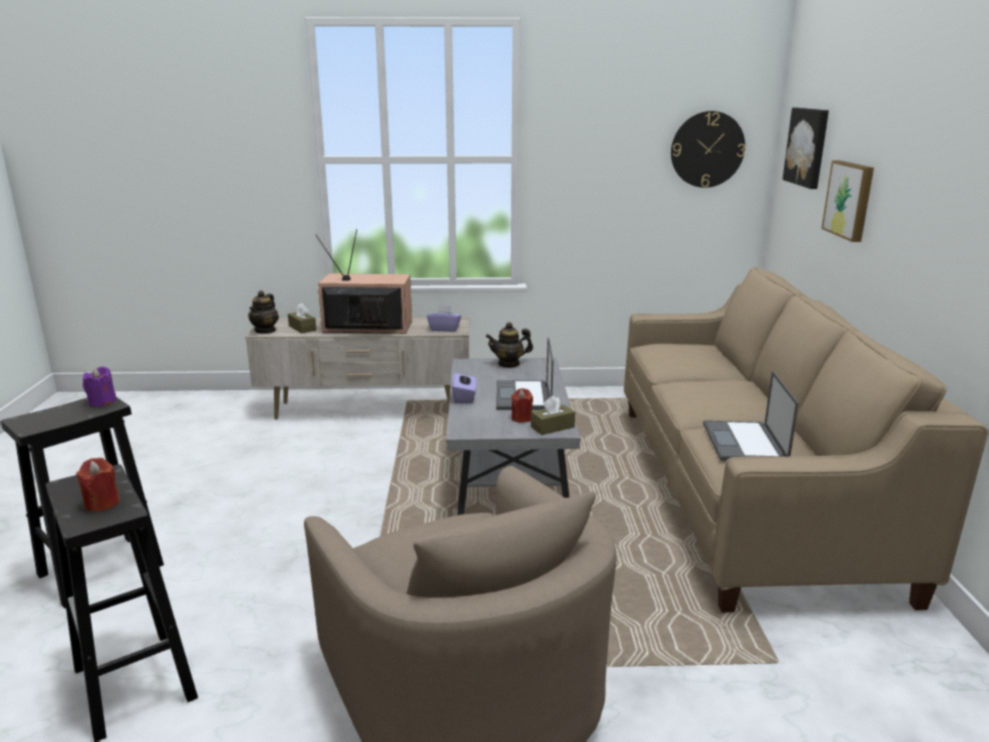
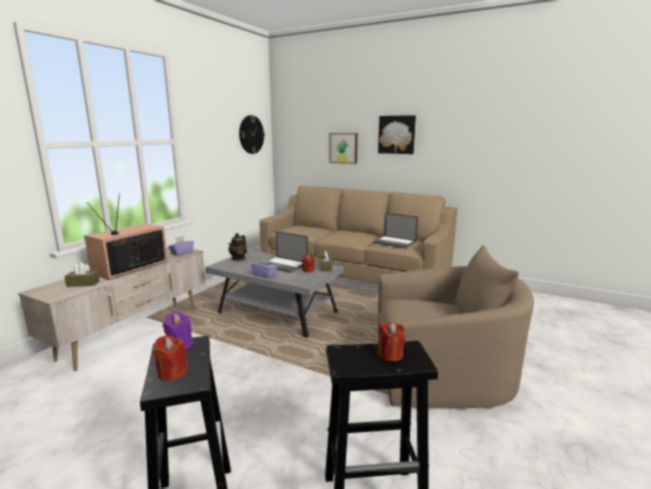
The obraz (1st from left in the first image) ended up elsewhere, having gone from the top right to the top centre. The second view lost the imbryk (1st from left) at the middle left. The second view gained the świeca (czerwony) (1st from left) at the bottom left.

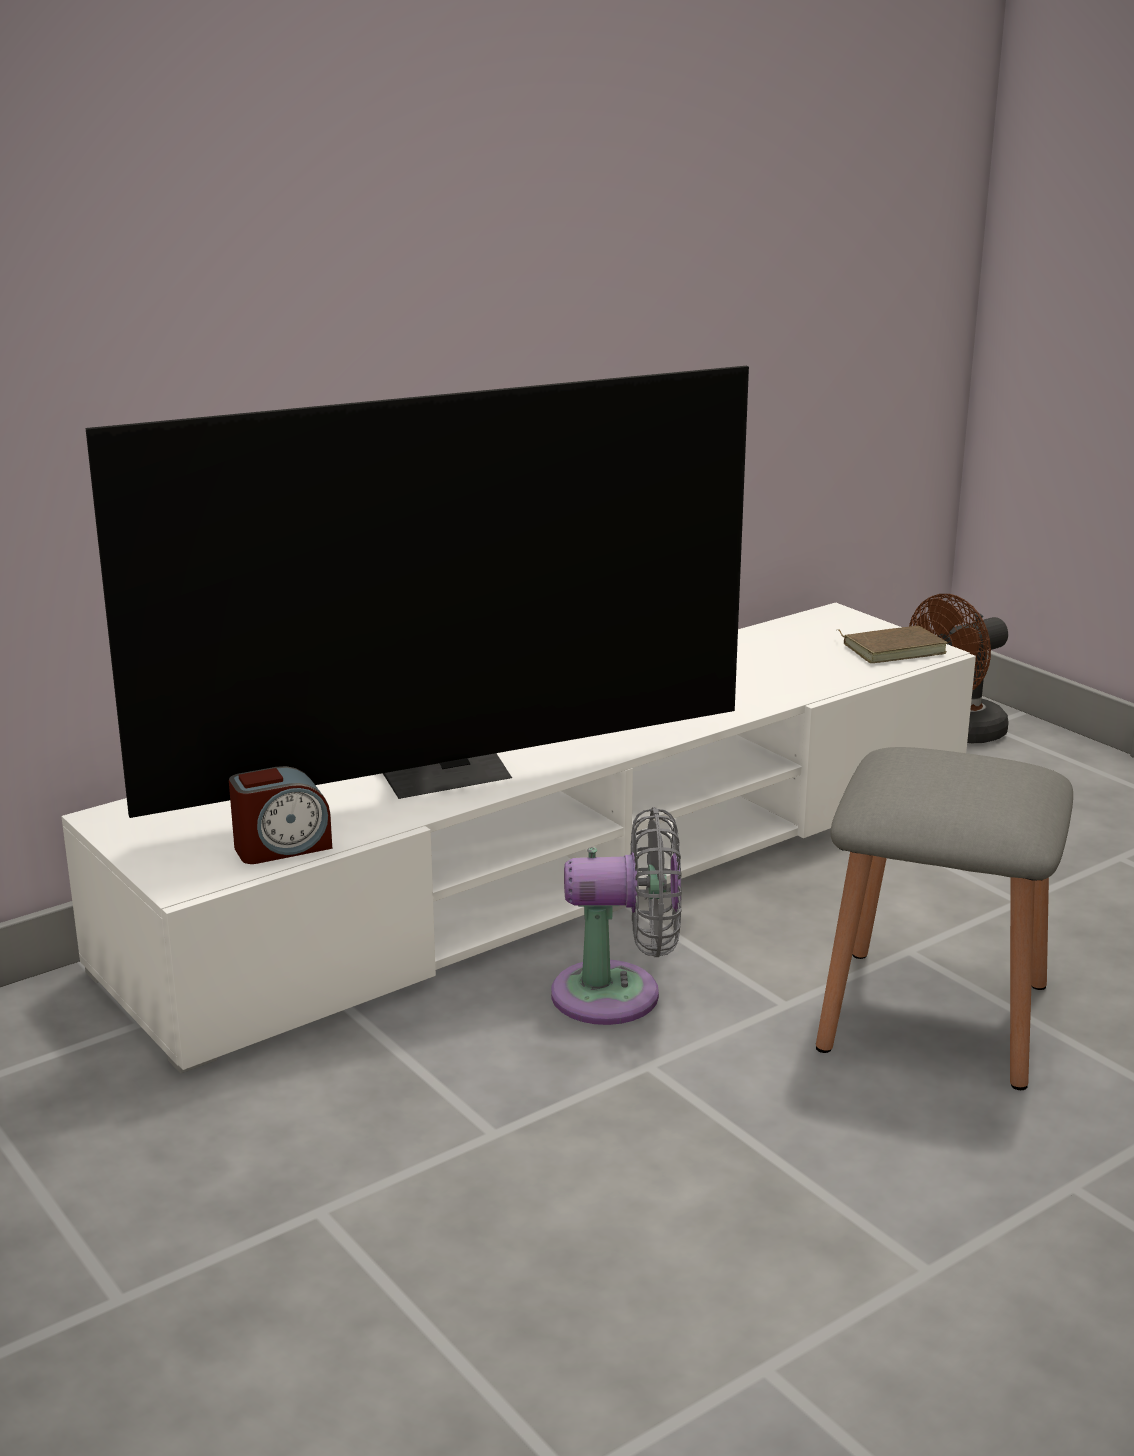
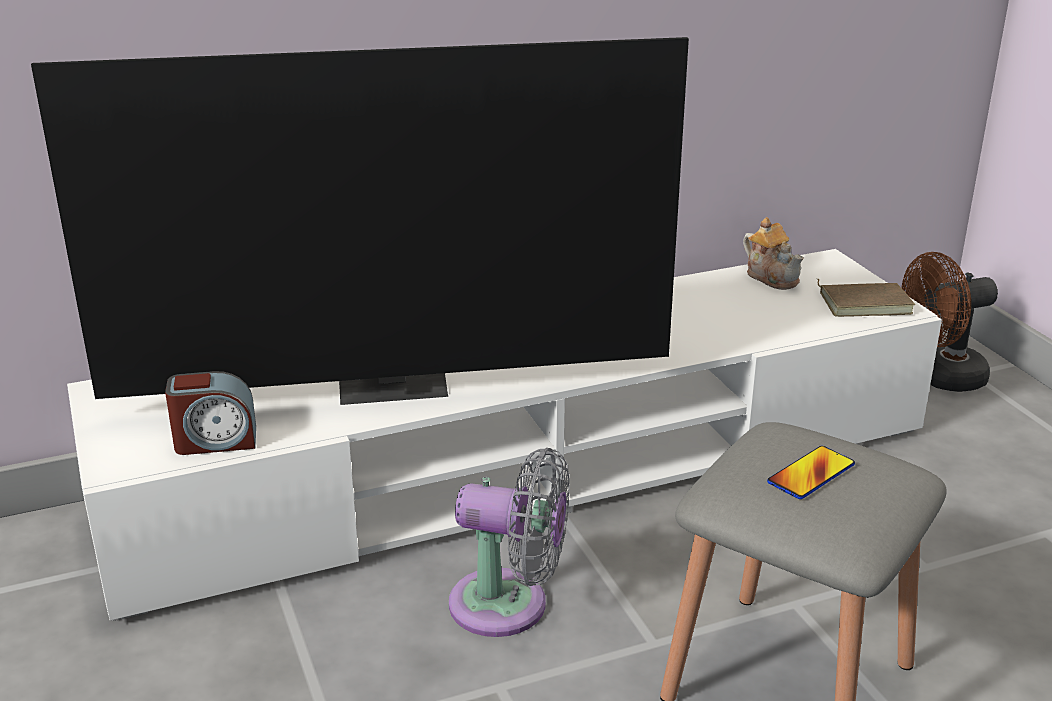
The second view gained the imbryk at the middle right. The second view gained the telefon at the bottom right.

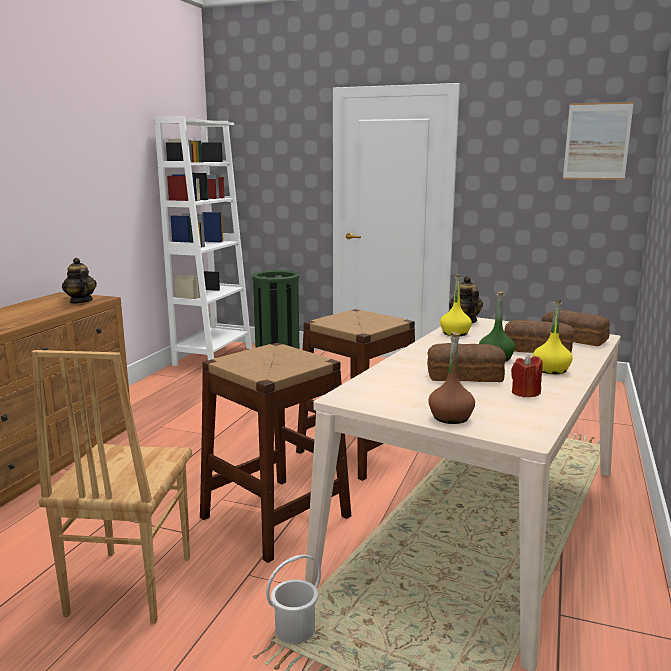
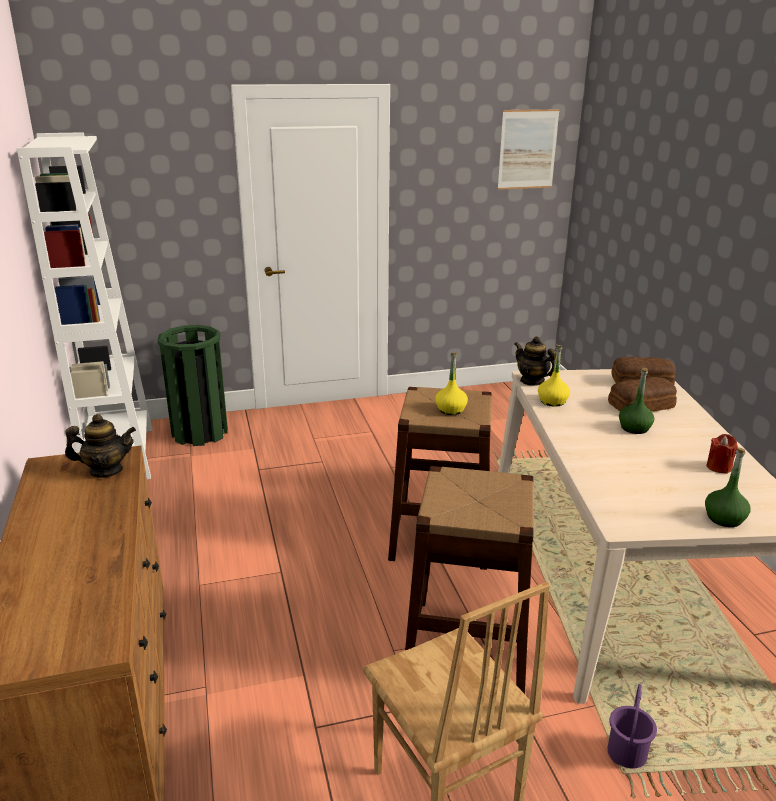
The imbryk (1st from left) at the middle left ended up facing another way, 150 degrees clockwise from before. The butelka (żółty) (2nd from left in the first image) ended up elsewhere, having gone from the middle right to the centre. What was the butelka (brązowy) at the middle right turned into the butelka (zielony) (2nd from left) at the middle right. The second view lost the chleb (1st from left) at the middle right. What was the wiadro (biały) at the bottom centre turned into the wiadro (fioletowy) at the bottom right.

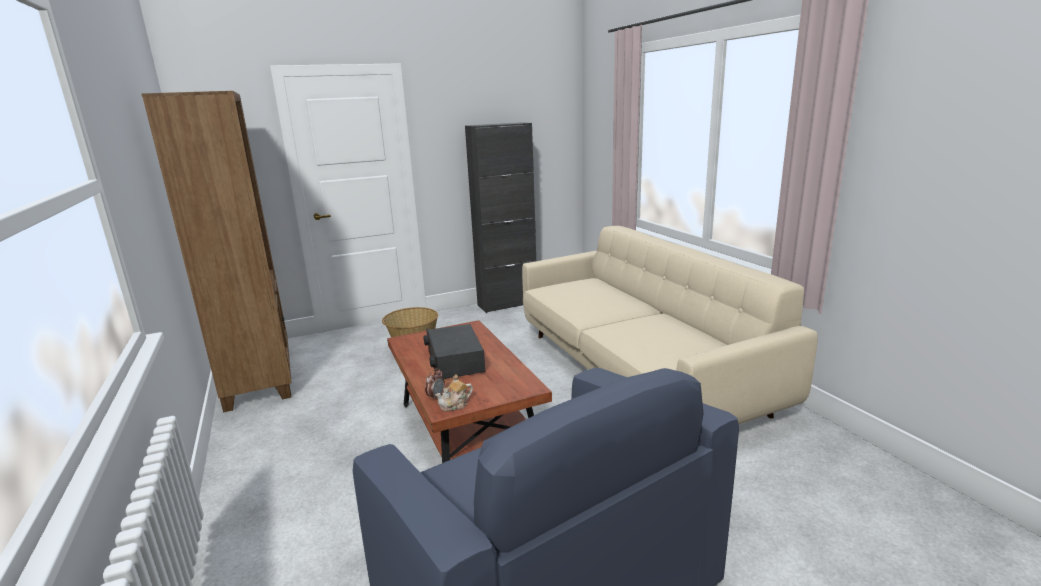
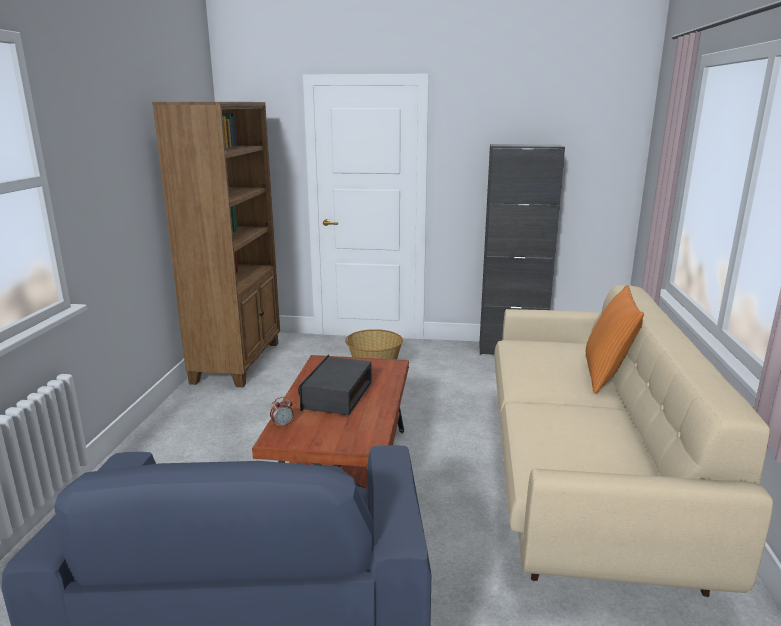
The second view lost the imbryk at the bottom centre. The second view gained the poduszka (pomarańczowy) at the middle right.

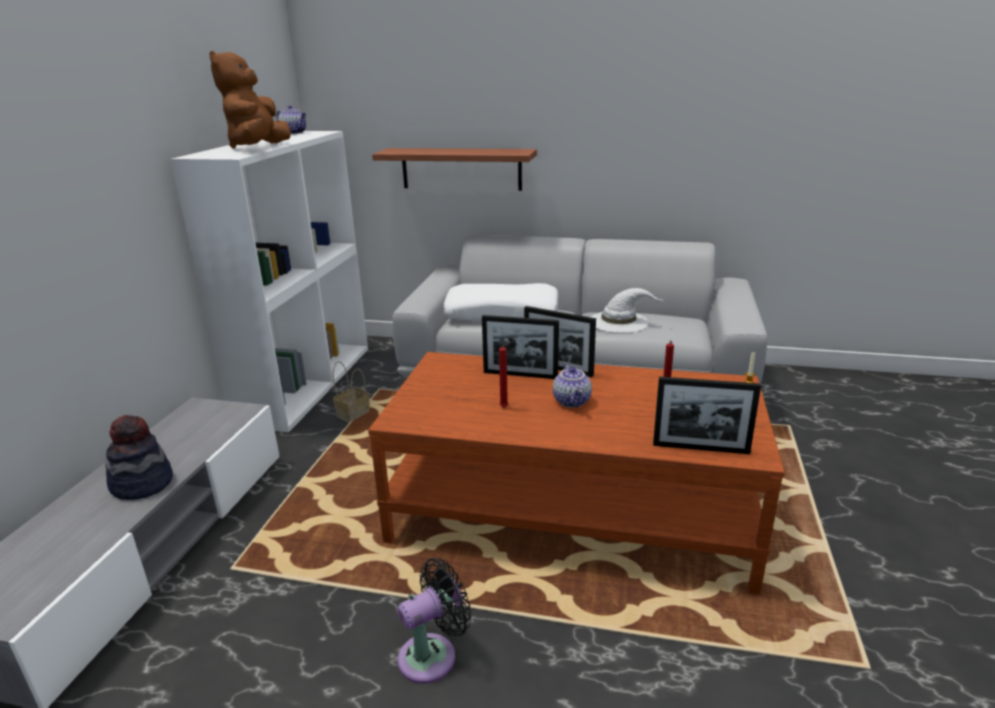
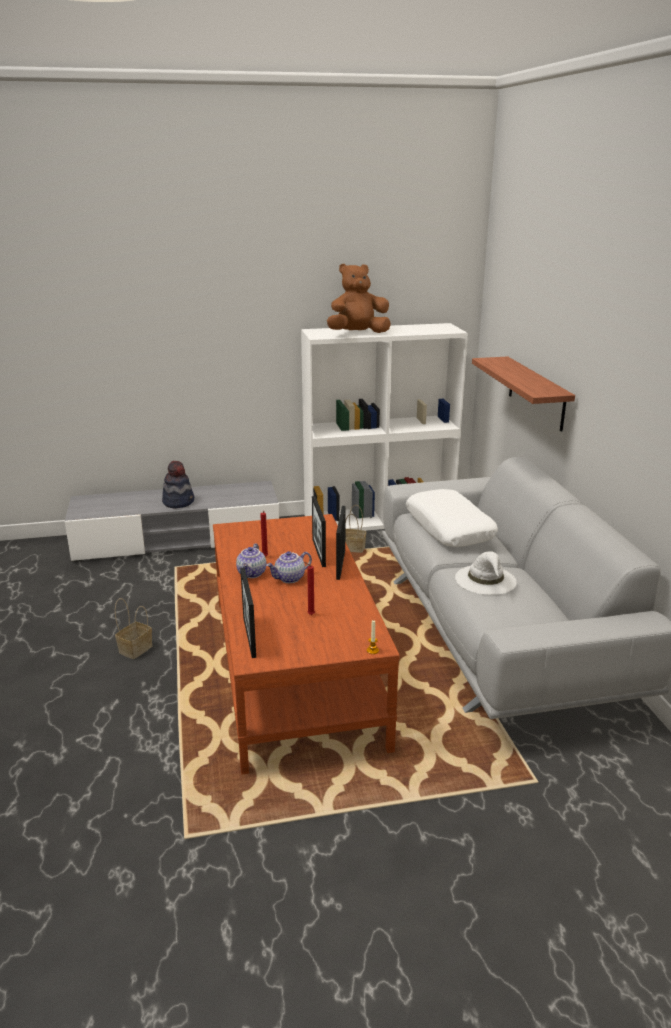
The imbryk (1st from left) ended up elsewhere, having gone from the top left to the centre. Where the wentylator (czarny) stood at the bottom centre, the koszyk (1st from left) came to stand at the middle left.

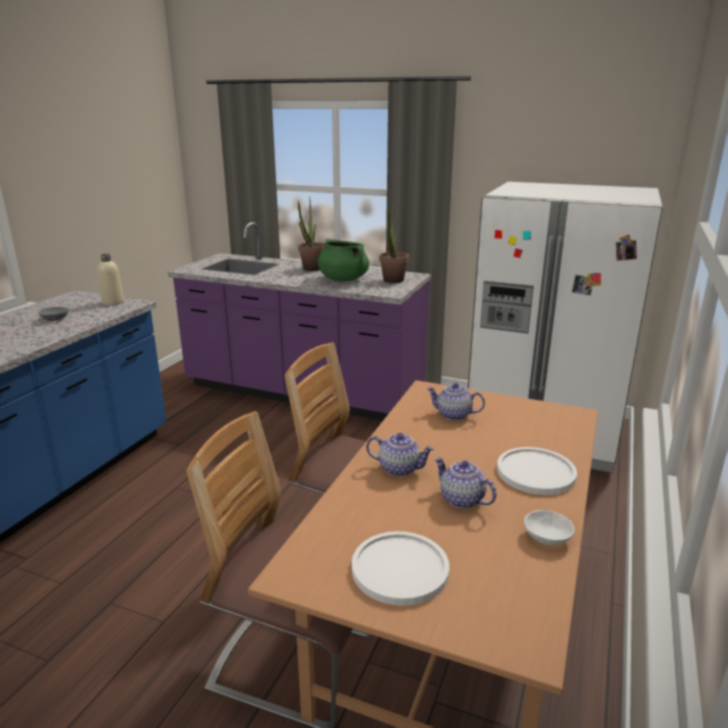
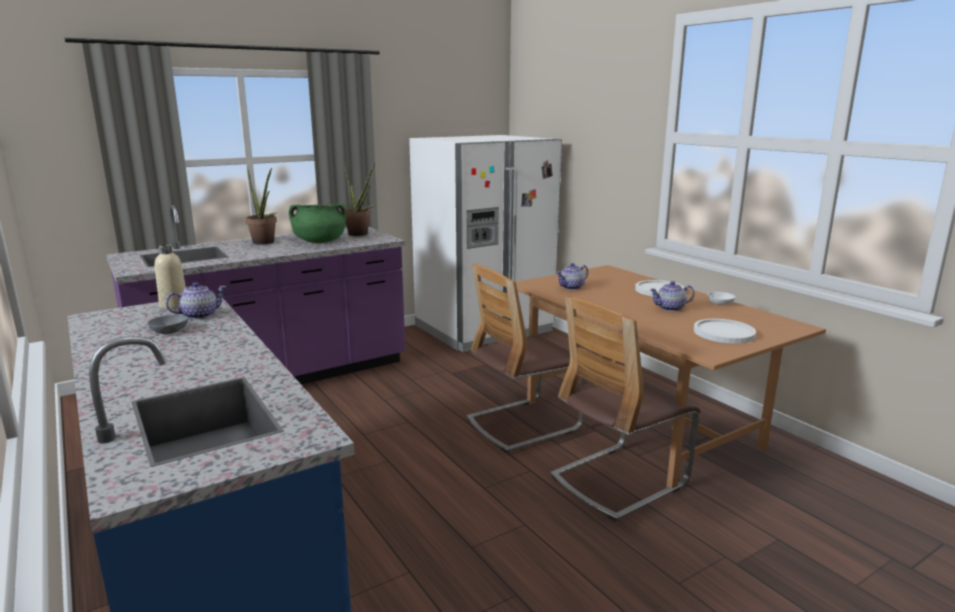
The imbryk (1st from left) ended up elsewhere, having gone from the centre to the middle left.

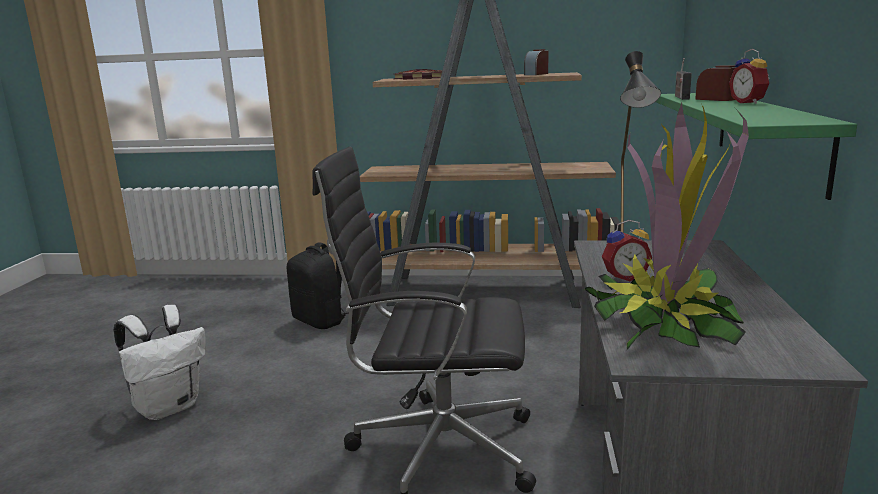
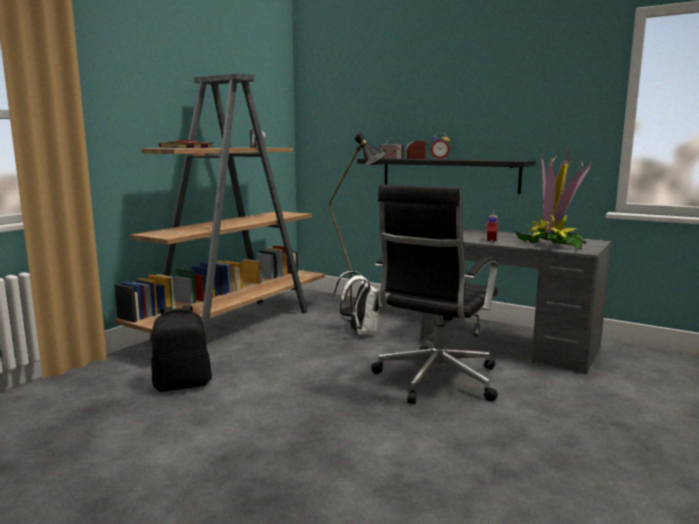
What was the półka (zielony) at the top right turned into the półka (czarny) at the centre. The plecak (biały) ended up elsewhere, having gone from the bottom left to the centre.

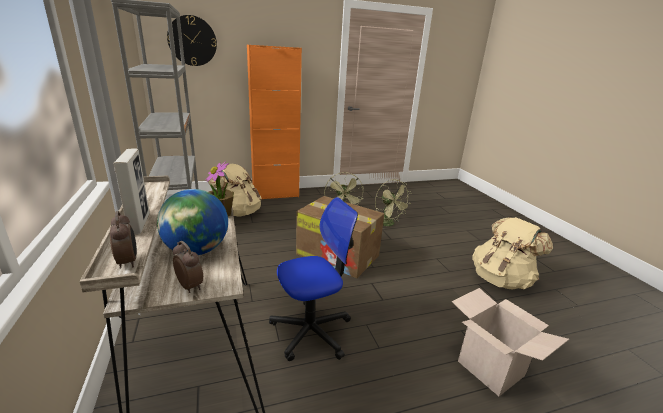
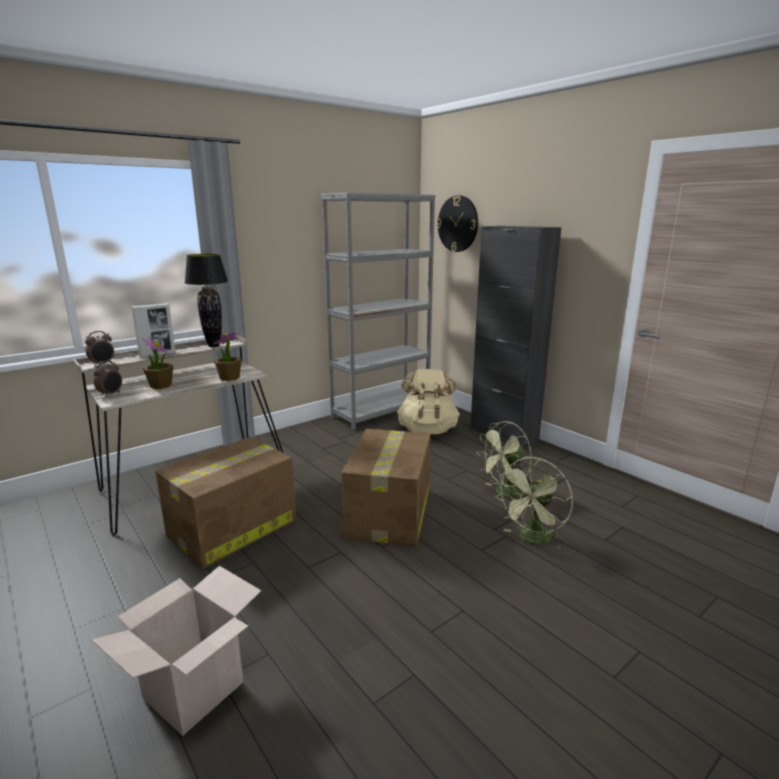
What was the szafka (pomarańczowy) at the top centre turned into the szafka (czarny) at the centre. Where the globus stood at the middle left, the roślina doniczkowa (1st from left) came to stand at the middle left. Where the krzesło biurowe stood at the bottom centre, the karton (2nd from left) came to stand at the middle left. The second view lost the plecak (beżowy) (2nd from left) at the middle right. The second view gained the lampa stołowa (czarny) at the middle left.

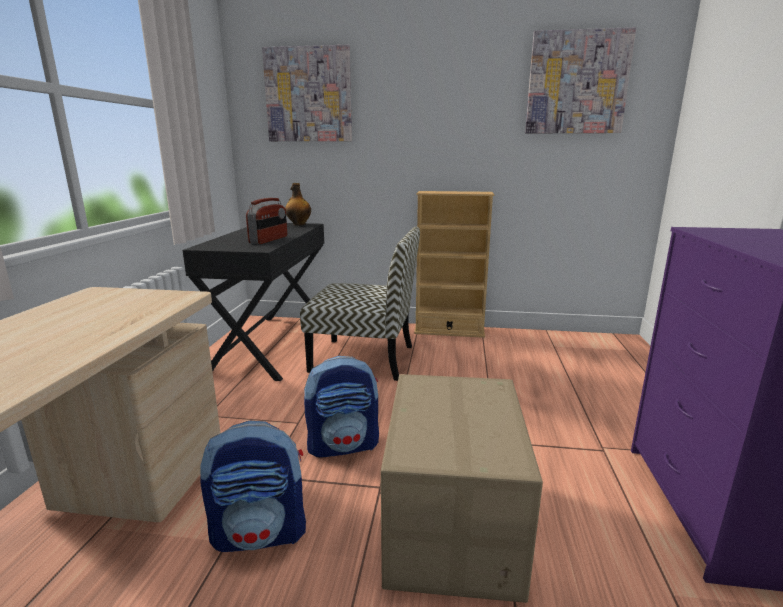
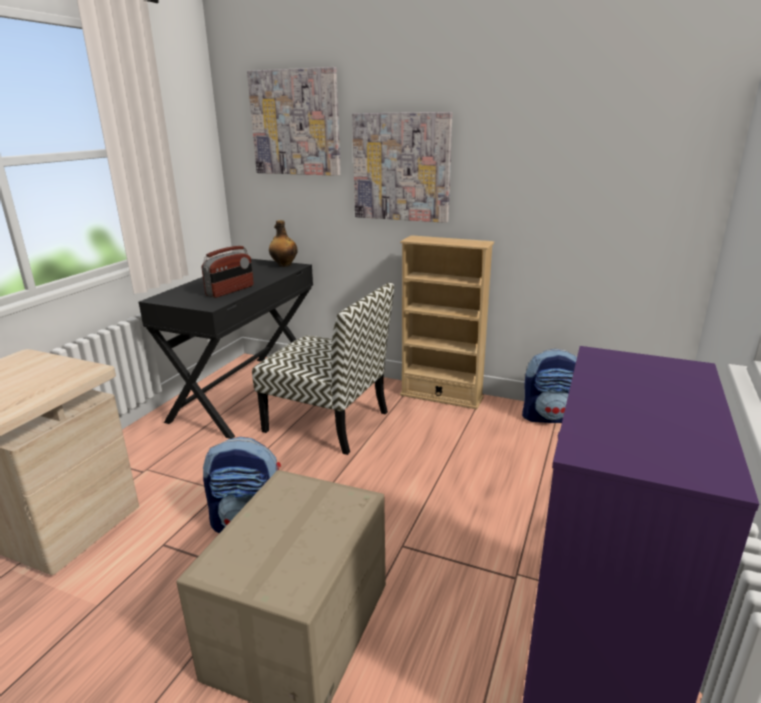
The obraz (2nd from left) ended up elsewhere, having gone from the top right to the top centre. The plecak (1st from left in the first image) ended up elsewhere, having gone from the bottom left to the middle right.

